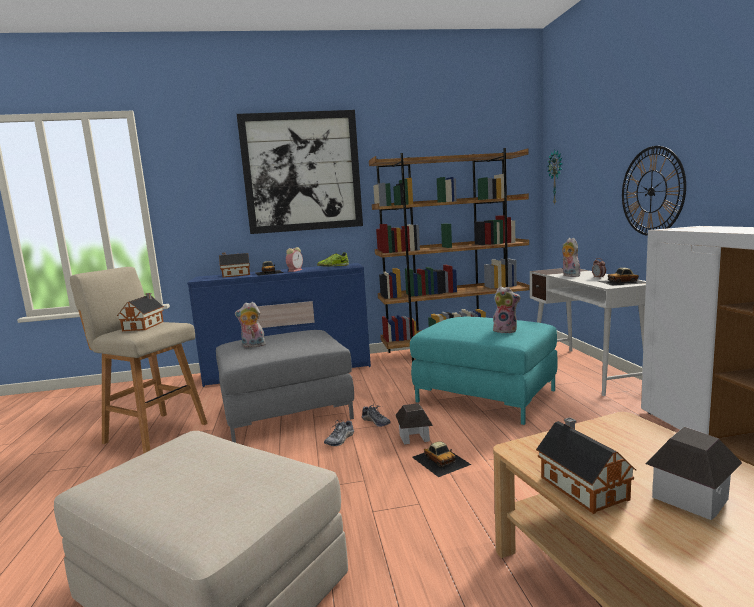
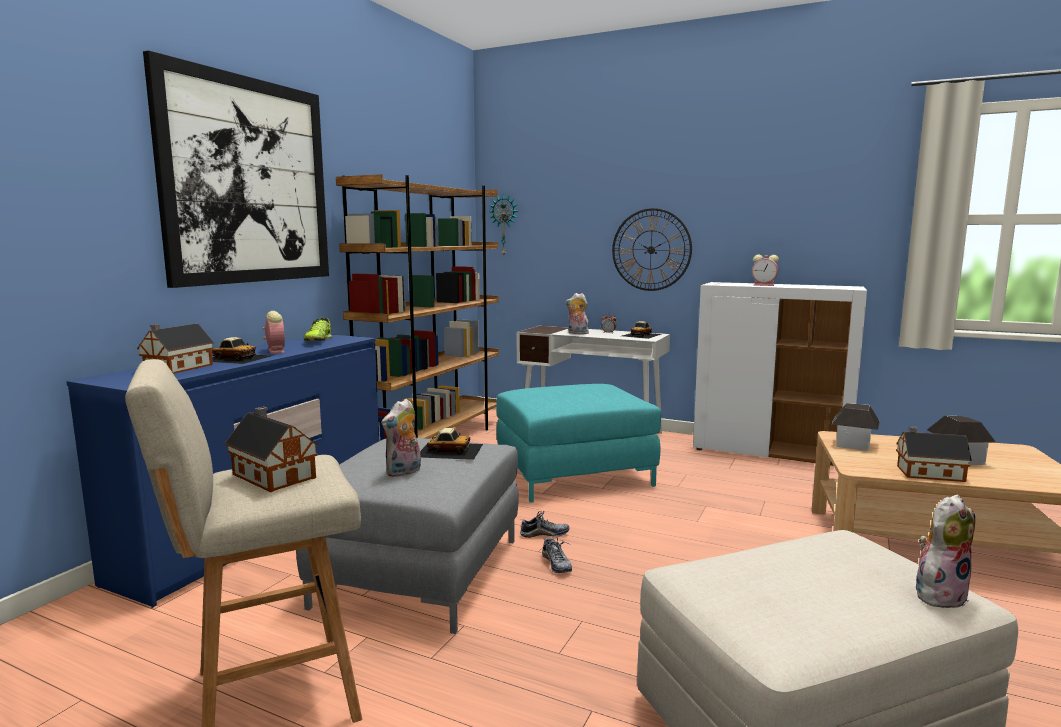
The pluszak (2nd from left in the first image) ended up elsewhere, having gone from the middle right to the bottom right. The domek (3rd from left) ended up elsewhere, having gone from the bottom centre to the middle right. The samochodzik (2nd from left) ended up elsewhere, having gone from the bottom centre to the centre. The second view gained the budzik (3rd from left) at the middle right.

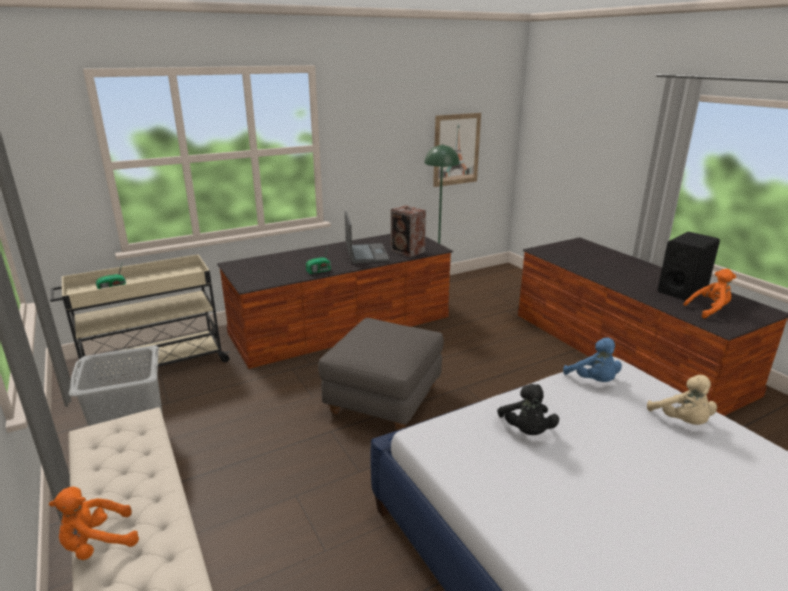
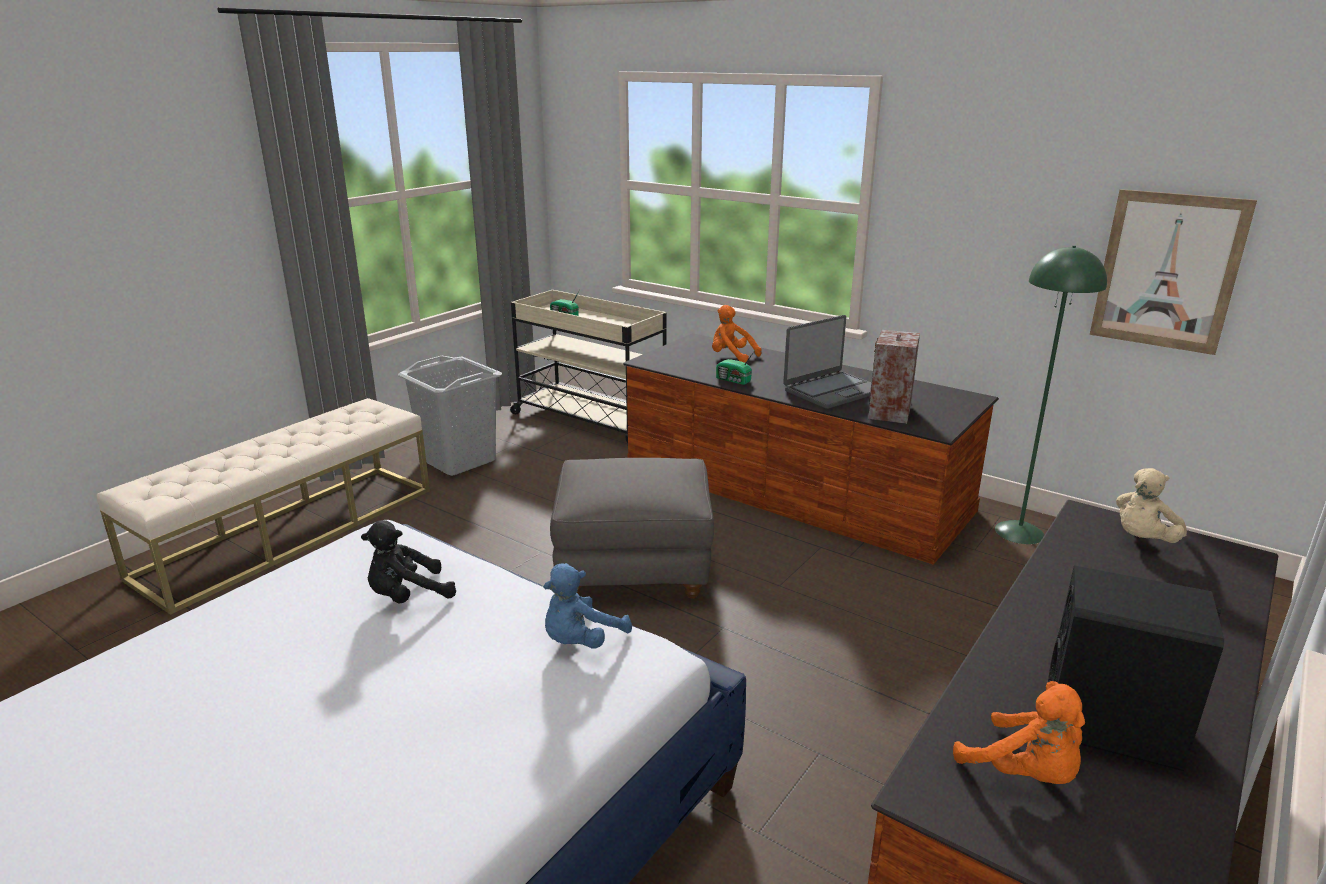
The pluszak (beżowy) ended up elsewhere, having gone from the bottom right to the middle right. The pluszak (pomarańczowy) (1st from left) ended up elsewhere, having gone from the bottom left to the centre.

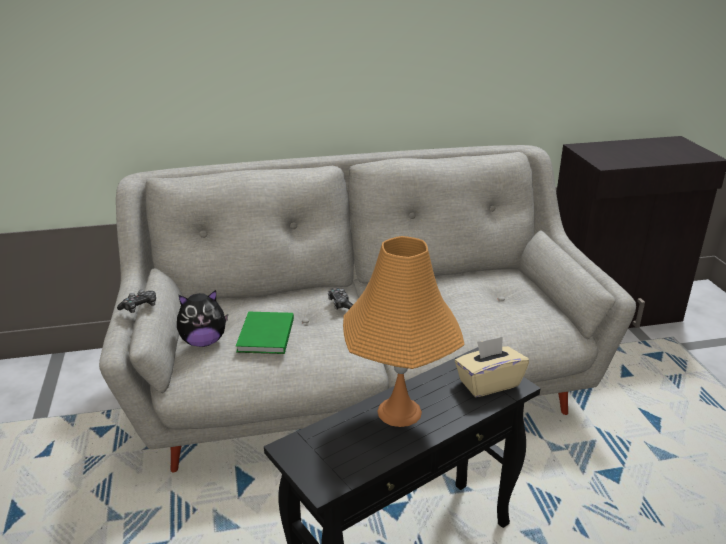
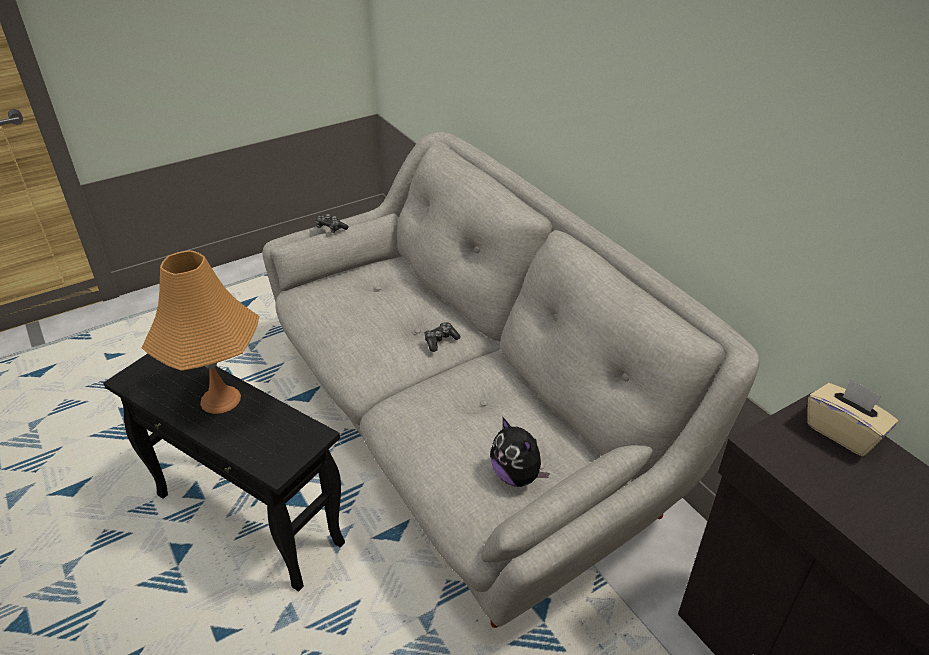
The pluszak ended up elsewhere, having gone from the middle left to the bottom centre. The second view lost the książka (zielony) at the centre. The pudełko chusteczek (beżowy) ended up elsewhere, having gone from the bottom right to the middle right.

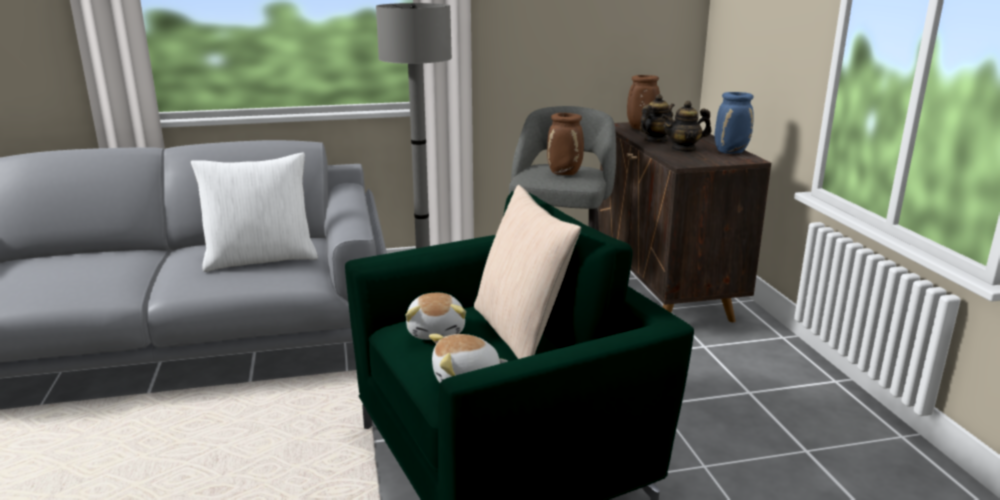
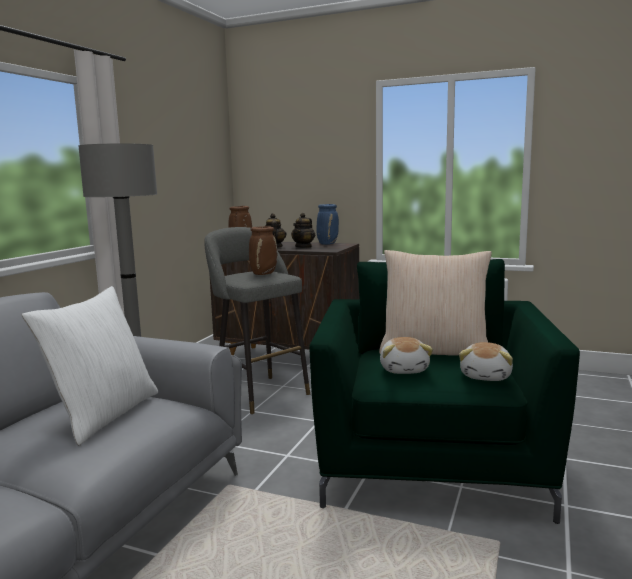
The pluszak (1st from left) at the centre ended up facing another way, 60 degrees clockwise from before.

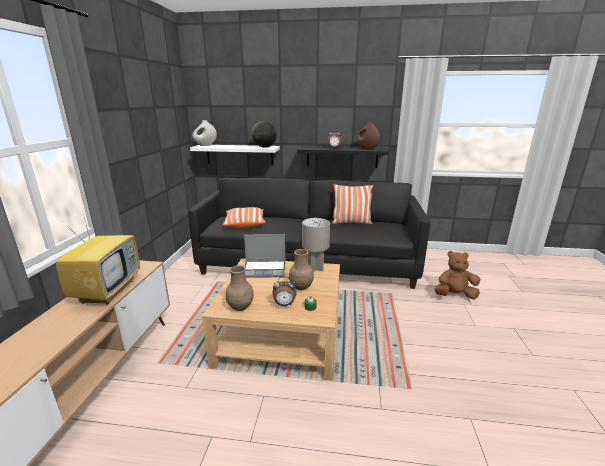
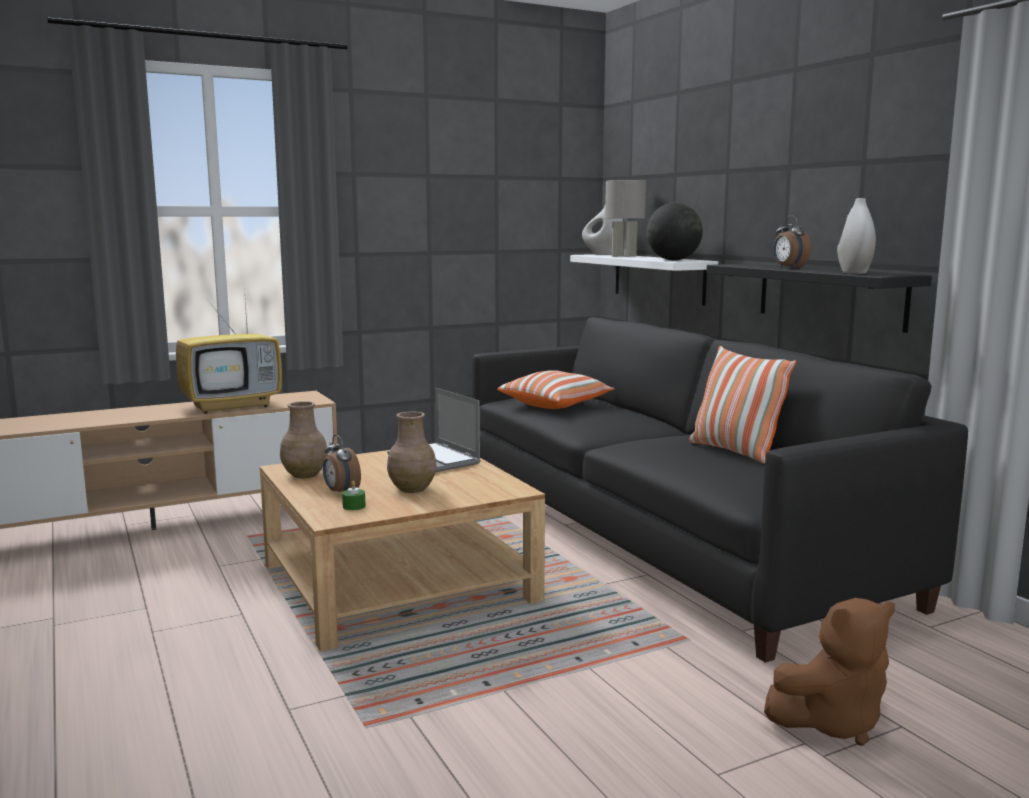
What was the wazon (brązowy) (3rd from left) at the top centre turned into the wazon (biały) (2nd from left) at the top right. The lampa stołowa (szary) ended up elsewhere, having gone from the centre to the top centre. The pluszak (brązowy) at the middle right ended up facing another way, 105 degrees clockwise from before.

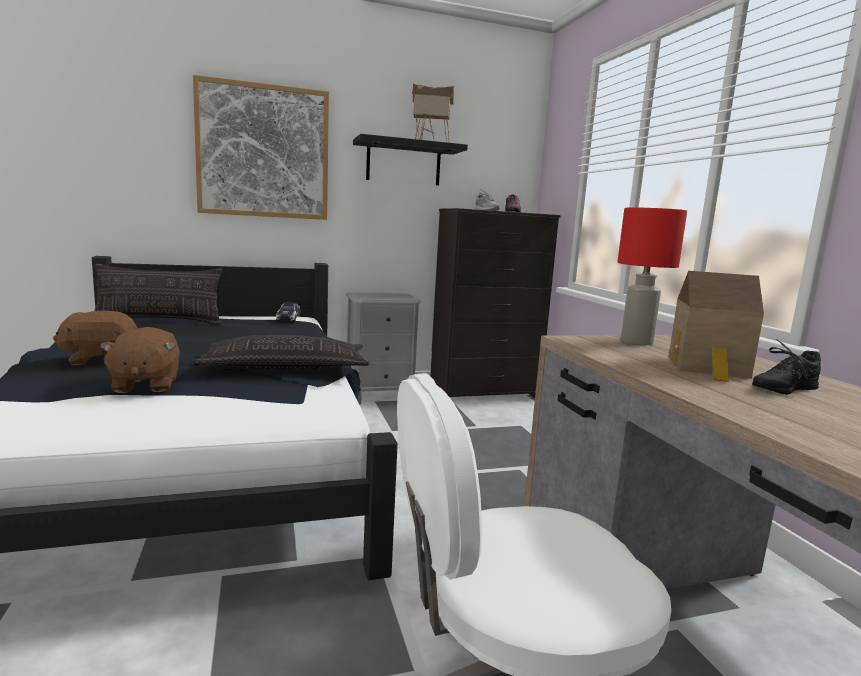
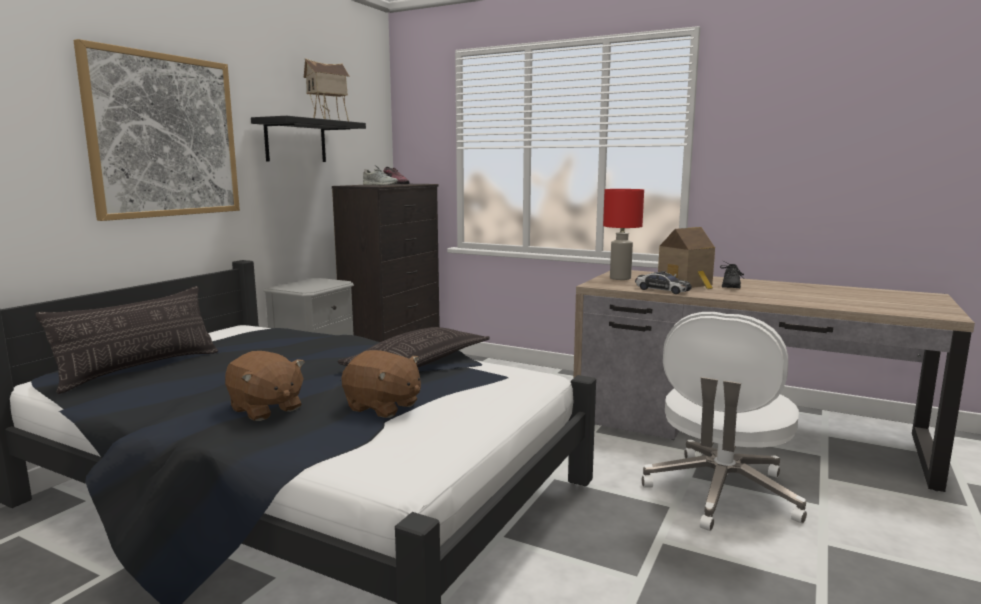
The samochodzik ended up elsewhere, having gone from the centre to the middle right. The pluszak (brązowy) (1st from left) at the middle left ended up facing another way, 75 degrees counterclockwise from before.

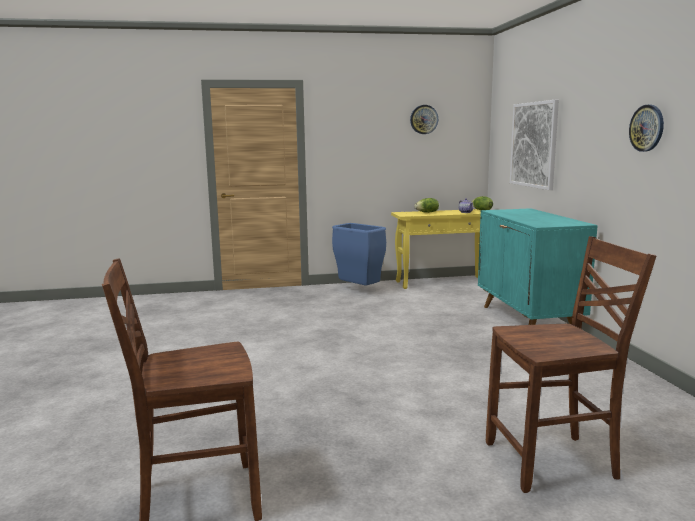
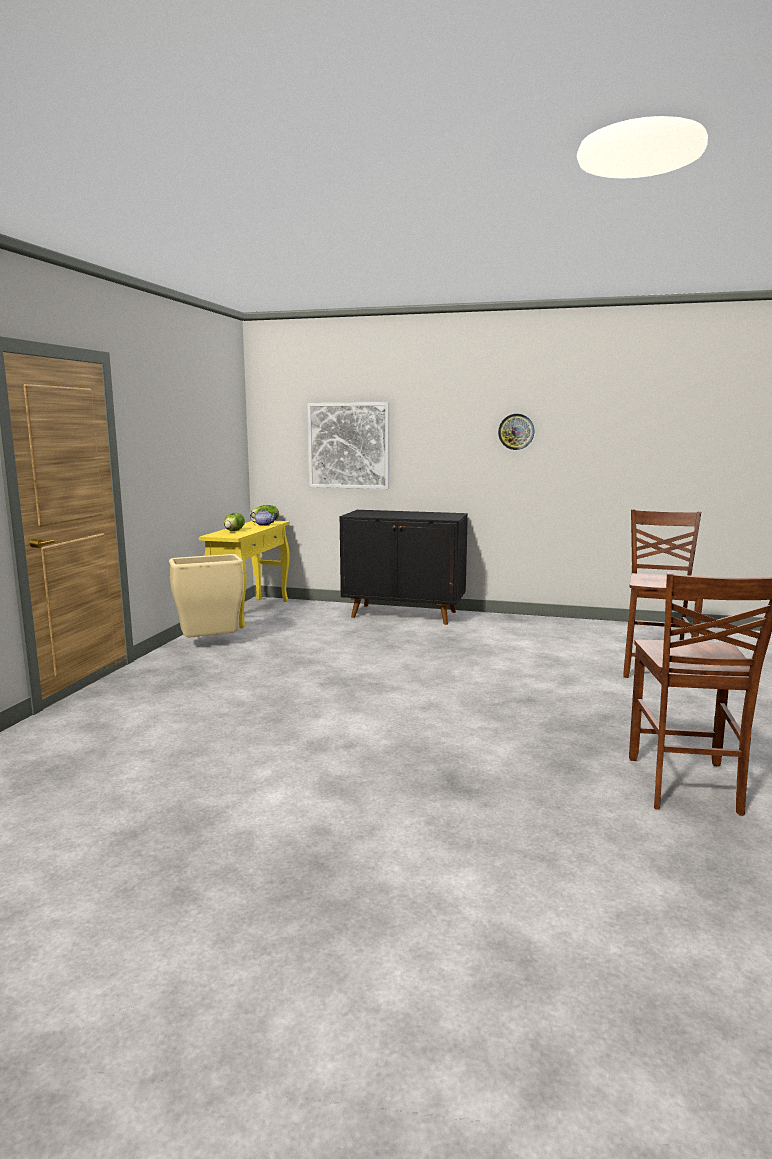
The second view lost the zegar ścienny (1st from left) at the top centre. What was the szafka (turkusowy) at the middle right turned into the szafka (czarny) at the centre. What was the kosz na śmieci (niebieski) at the centre turned into the kosz na śmieci (beżowy) at the middle left.

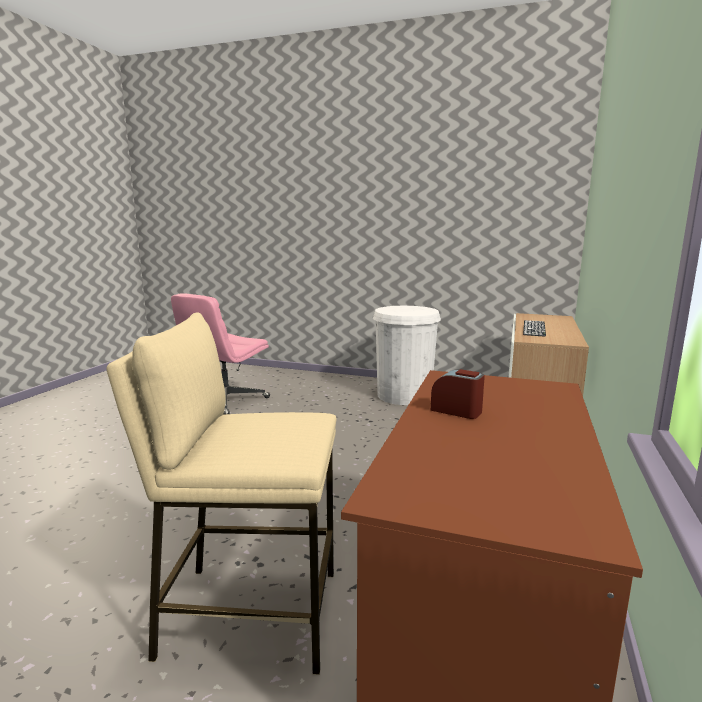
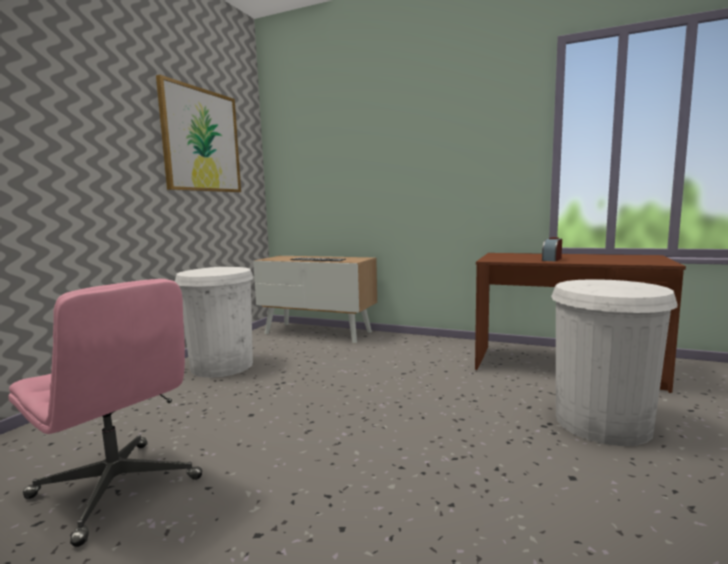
Where the stołek (beżowy) stood at the bottom left, the kosz na śmieci (biały) (2nd from left) came to stand at the middle right. The second view gained the obraz at the top left.

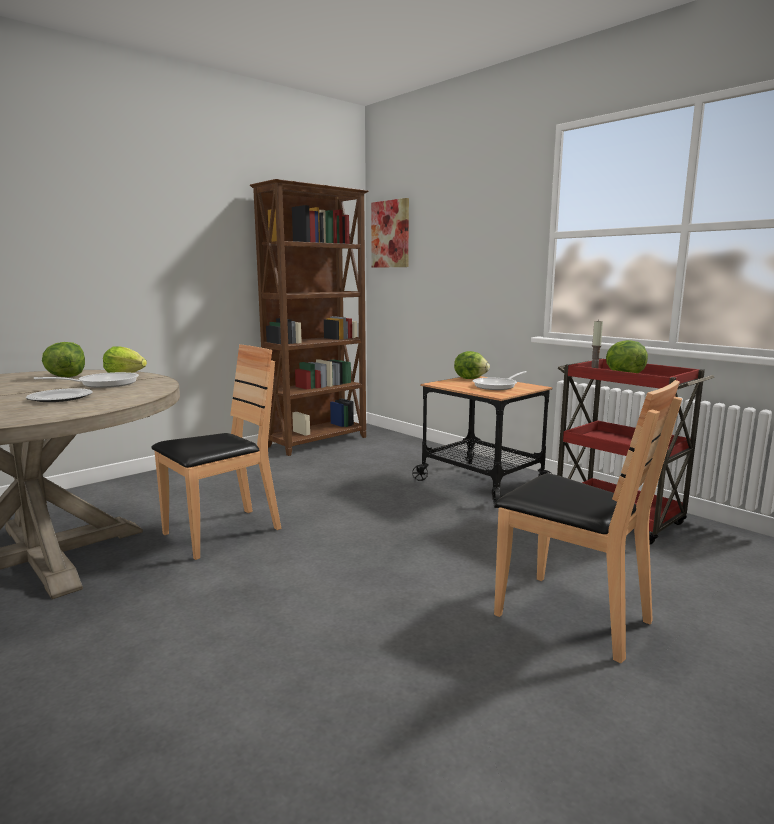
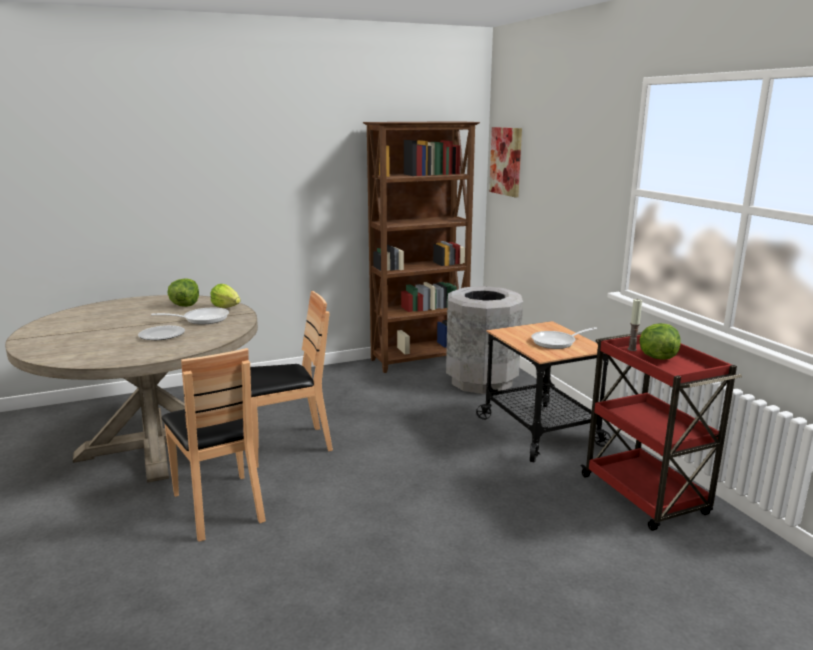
The second view lost the sałata (3rd from left) at the centre. The krzesło (brązowy) (2nd from left in the first image) ended up elsewhere, having gone from the middle right to the bottom left. The second view gained the kosz na śmieci (szary) at the centre.

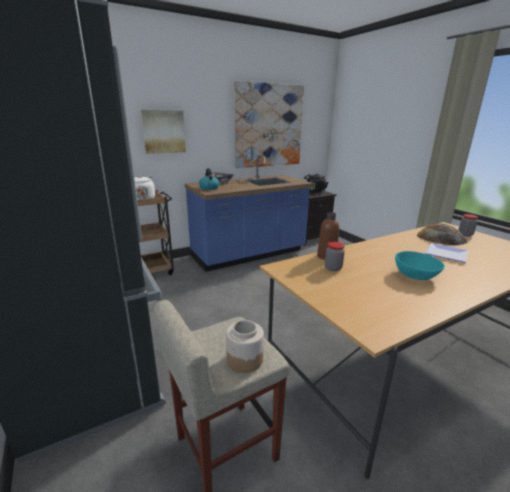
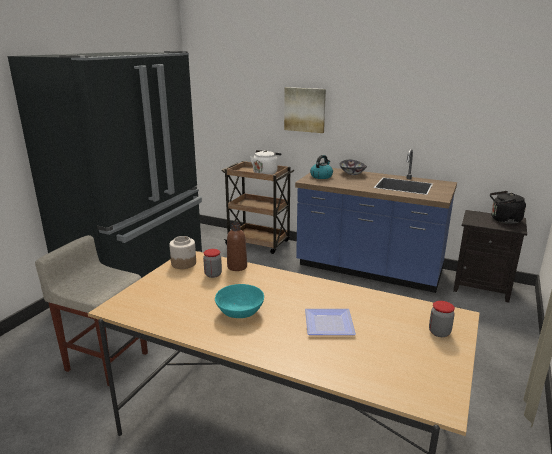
The second view lost the obraz (2nd from left) at the top centre. The second view lost the chleb at the middle right. The słoik (1st from left) ended up elsewhere, having gone from the bottom centre to the middle left.

